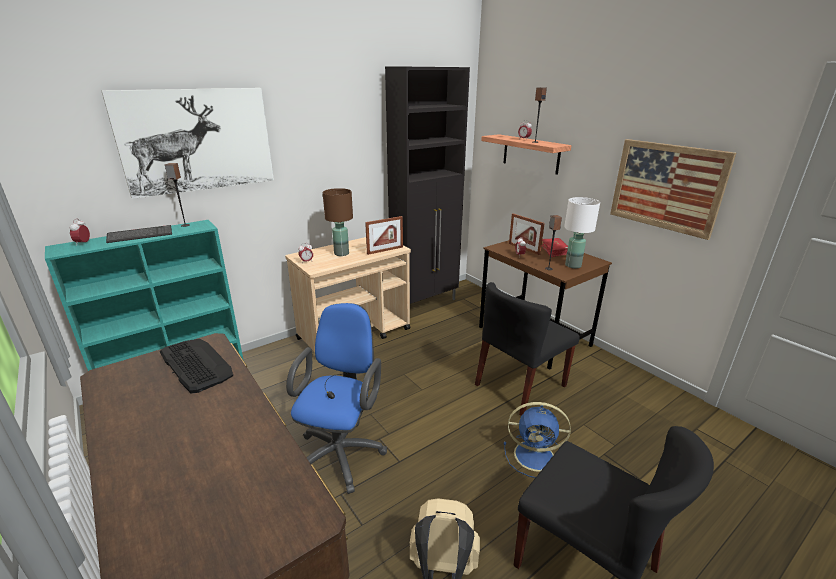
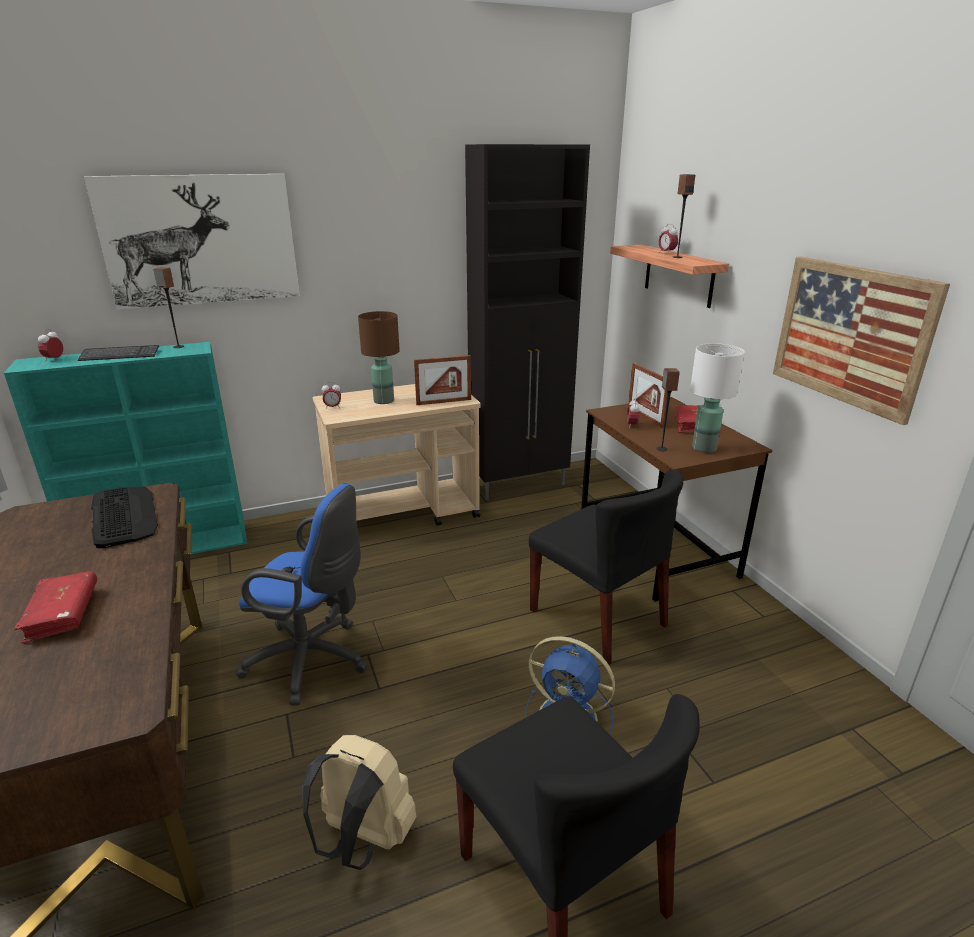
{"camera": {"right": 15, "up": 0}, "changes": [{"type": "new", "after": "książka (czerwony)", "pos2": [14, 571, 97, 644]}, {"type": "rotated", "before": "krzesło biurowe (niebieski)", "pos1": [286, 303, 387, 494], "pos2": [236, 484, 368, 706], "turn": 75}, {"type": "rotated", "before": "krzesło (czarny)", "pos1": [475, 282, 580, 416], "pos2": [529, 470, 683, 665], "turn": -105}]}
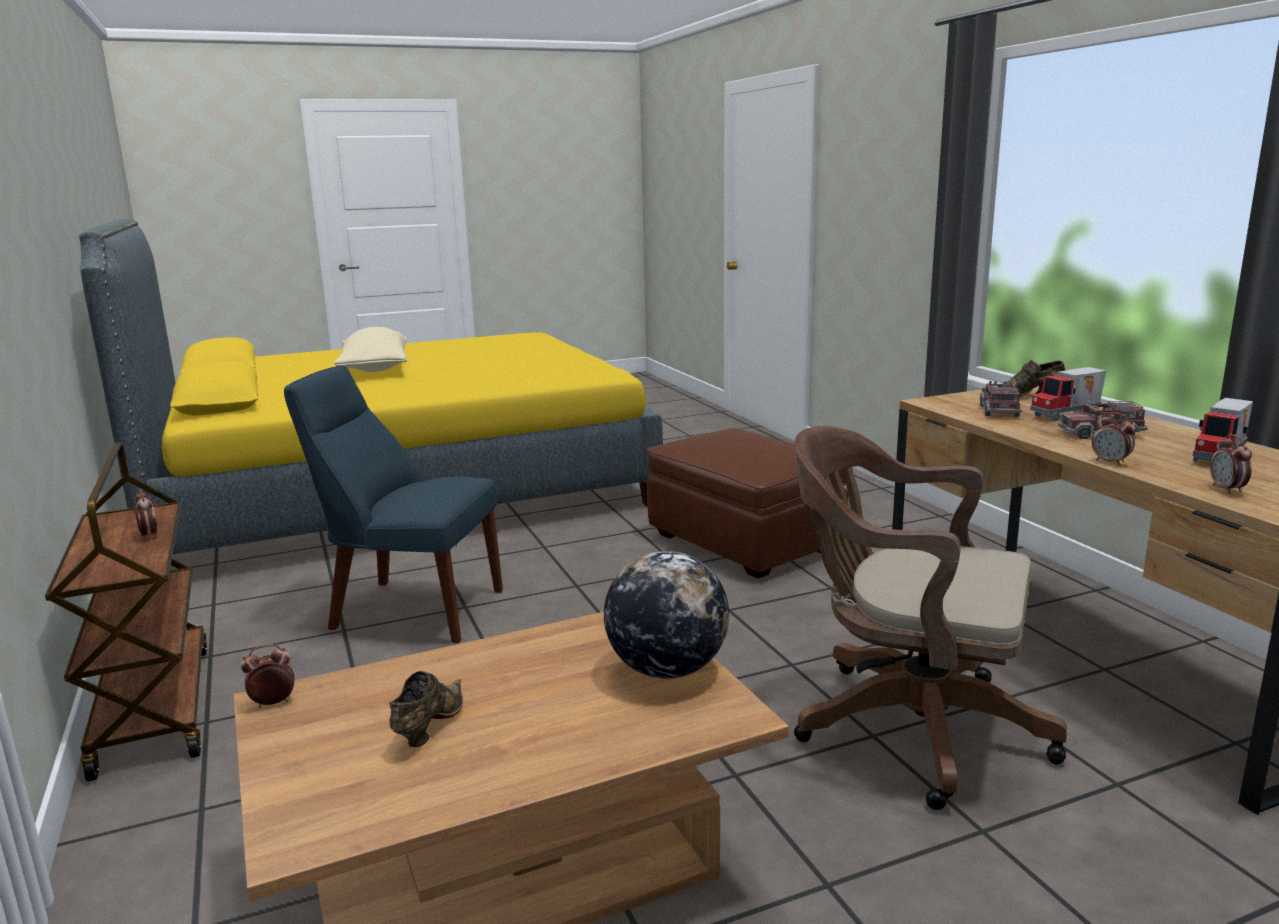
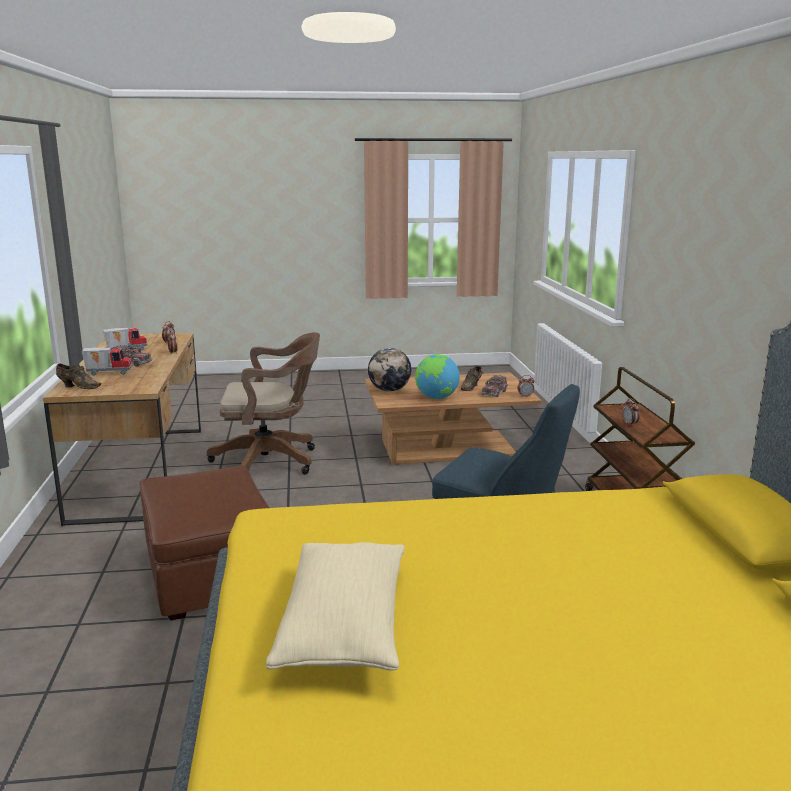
{"camera": {"right": -165, "up": 0}, "changes": [{"type": "new", "after": "globus", "pos2": [415, 354, 460, 399]}, {"type": "shifted", "before": "poduszka (beżowy)", "pos1": [334, 327, 407, 372], "pos2": [266, 542, 405, 670]}, {"type": "shifted", "before": "ciężarówka zabawkowa", "pos1": [980, 381, 1022, 417], "pos2": [481, 375, 508, 397]}, {"type": "rotated", "before": "krzesło biurowe (brązowy)", "pos1": [794, 426, 1067, 810], "pos2": [207, 332, 320, 474], "turn": -45}]}
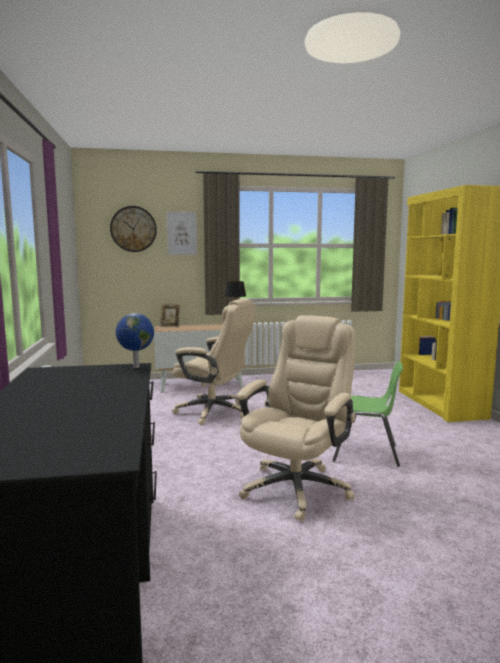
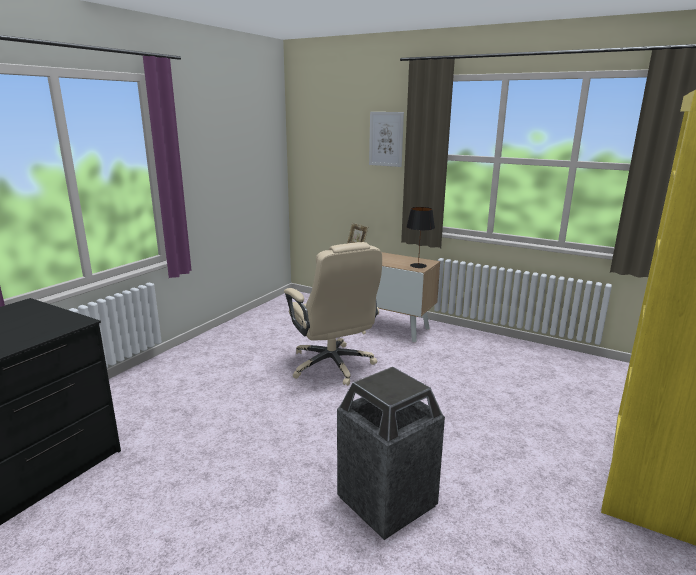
{"camera": {"right": 40, "up": 10}, "changes": [{"type": "gone", "before": "zegar ścienny", "pos1": [110, 206, 157, 252]}, {"type": "gone", "before": "globus", "pos1": [116, 313, 154, 368]}, {"type": "gone", "before": "krzesło biurowe (beżowy)", "pos1": [237, 315, 356, 521]}, {"type": "swapped", "before": "krzesło (zielony)", "after": "kosz na śmieci", "pos1": [333, 361, 403, 467], "pos2": [337, 367, 445, 540]}]}
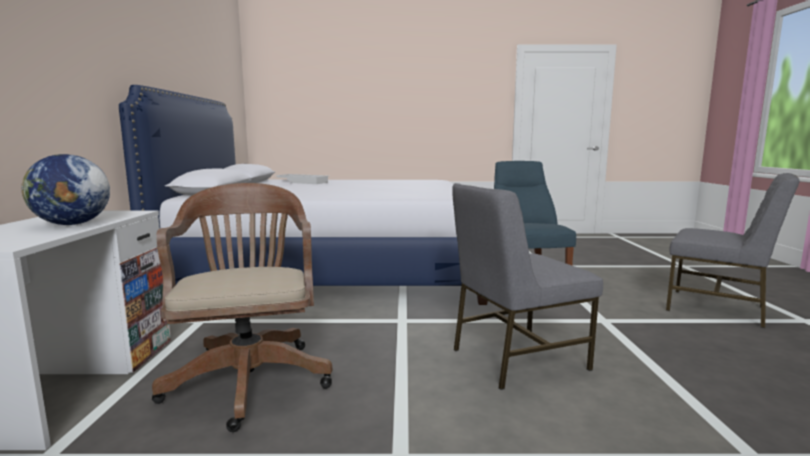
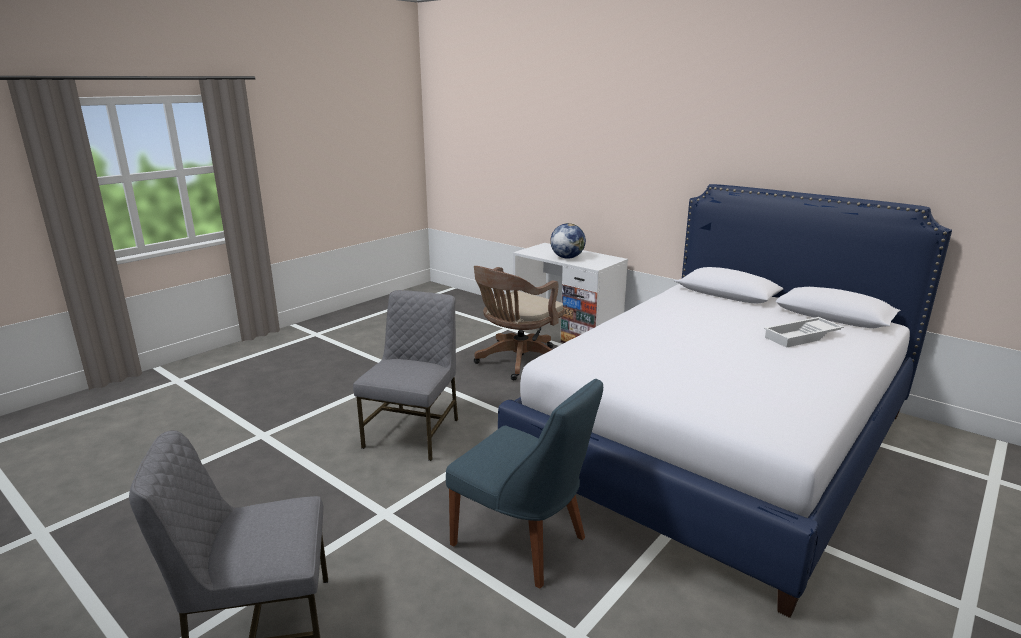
{"camera": {"right": 130, "up": 10}, "changes": [{"type": "rotated", "before": "krzesło biurowe (brązowy)", "pos1": [152, 183, 332, 432], "pos2": [474, 266, 565, 380], "turn": 105}]}
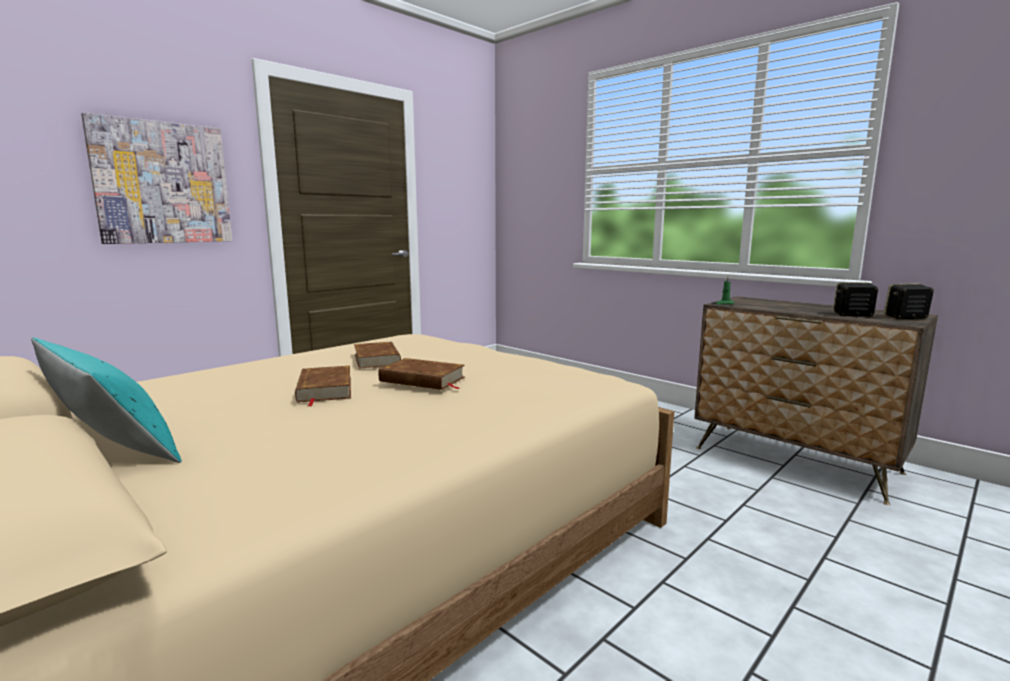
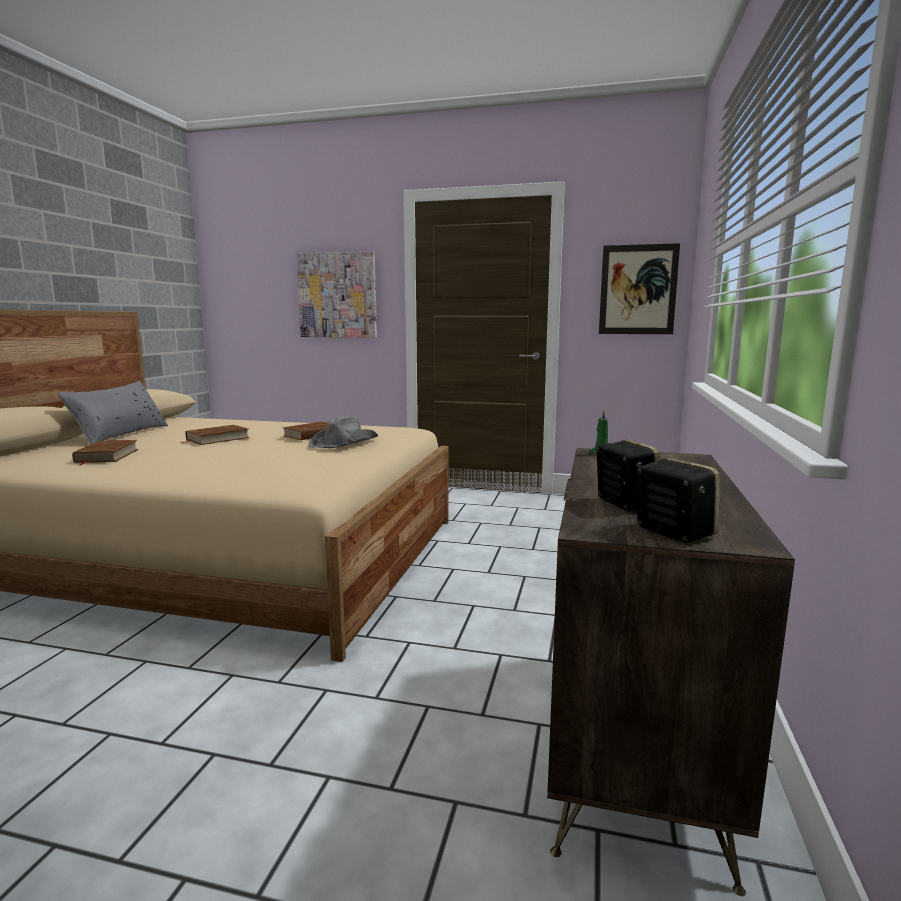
{"camera": {"right": 60, "up": 0}, "changes": [{"type": "new", "after": "kapelusz (szary)", "pos2": [308, 417, 378, 448]}, {"type": "new", "after": "obraz", "pos2": [599, 243, 680, 334]}, {"type": "shifted", "before": "książka (brązowy)", "pos1": [379, 358, 465, 390], "pos2": [72, 440, 138, 465]}, {"type": "repainted", "before": "poduszka (turkusowy)", "after": "poduszka (szary)", "pos1": [31, 338, 182, 463], "pos2": [57, 381, 168, 445]}]}
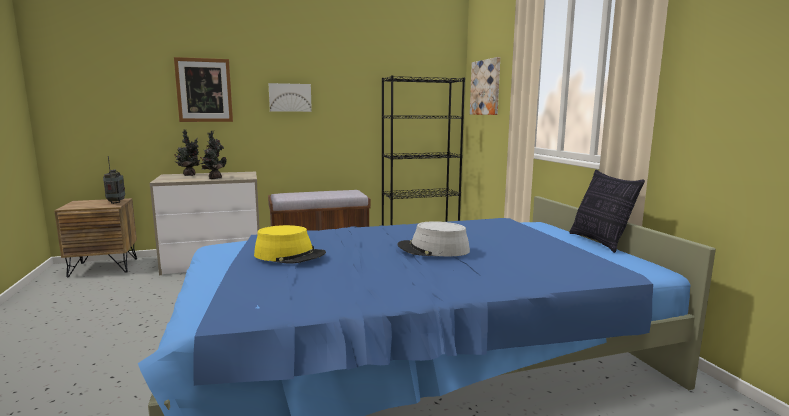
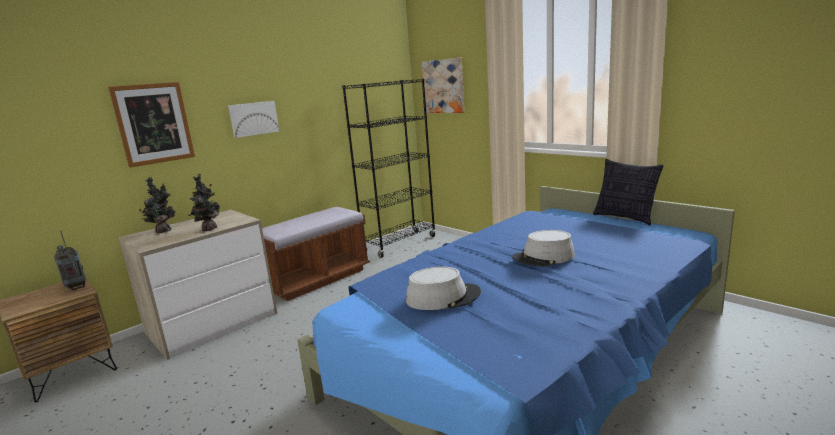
{"camera": {"right": -25, "up": 5}, "changes": [{"type": "repainted", "before": "kapelusz (żółty)", "after": "kapelusz (szary)", "pos1": [254, 225, 326, 264], "pos2": [406, 267, 481, 310]}]}
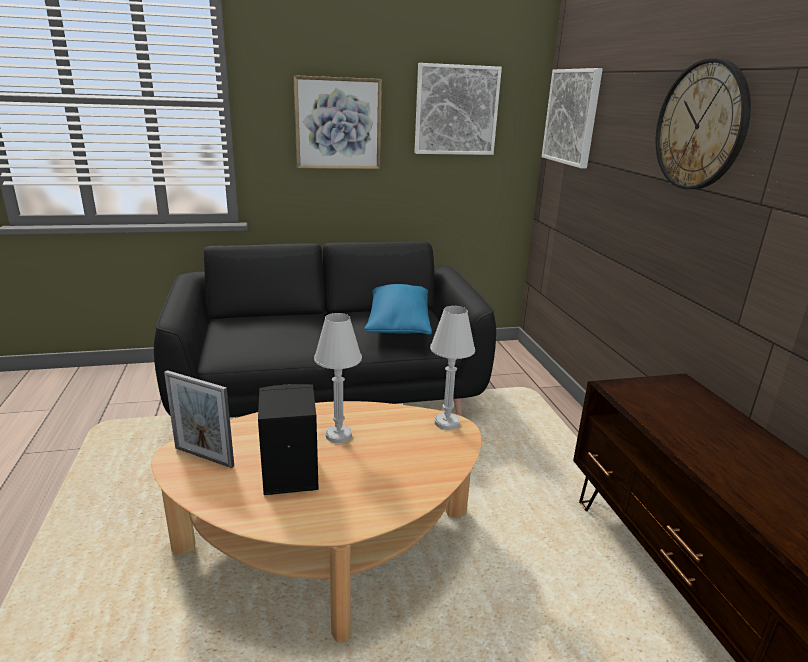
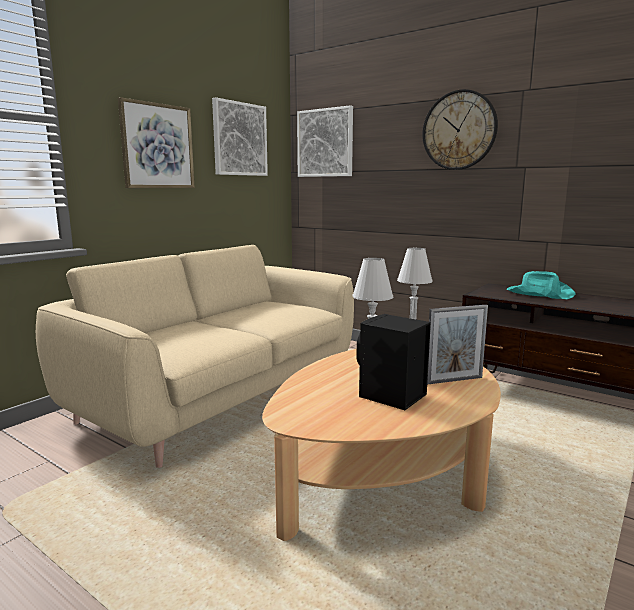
{"camera": {"right": -40, "up": -10}, "changes": [{"type": "gone", "before": "poduszka (niebieski)", "pos1": [364, 284, 432, 335]}, {"type": "new", "after": "kapelusz (turkusowy)", "pos2": [507, 271, 576, 299]}, {"type": "shifted", "before": "ramka na zdjęcie", "pos1": [164, 370, 234, 468], "pos2": [427, 305, 488, 385]}, {"type": "repainted", "before": "kanapa (czarny)", "after": "kanapa (beżowy)", "pos1": [154, 242, 496, 417], "pos2": [36, 245, 354, 468]}]}
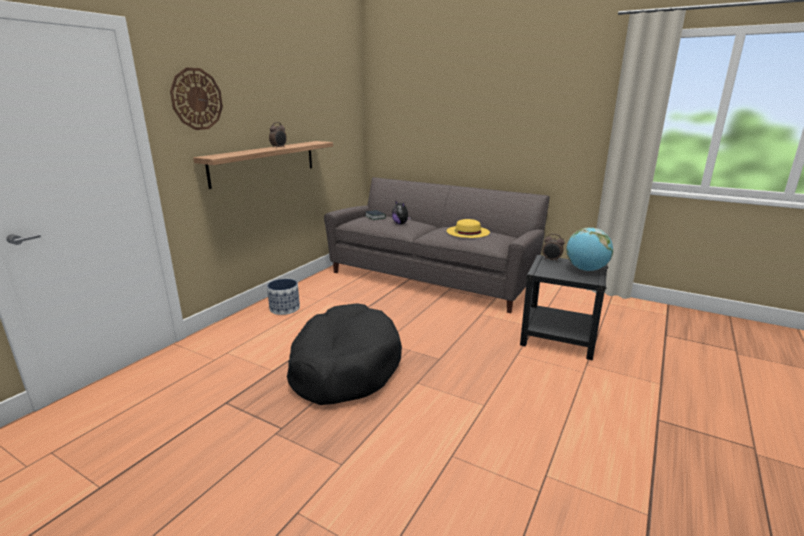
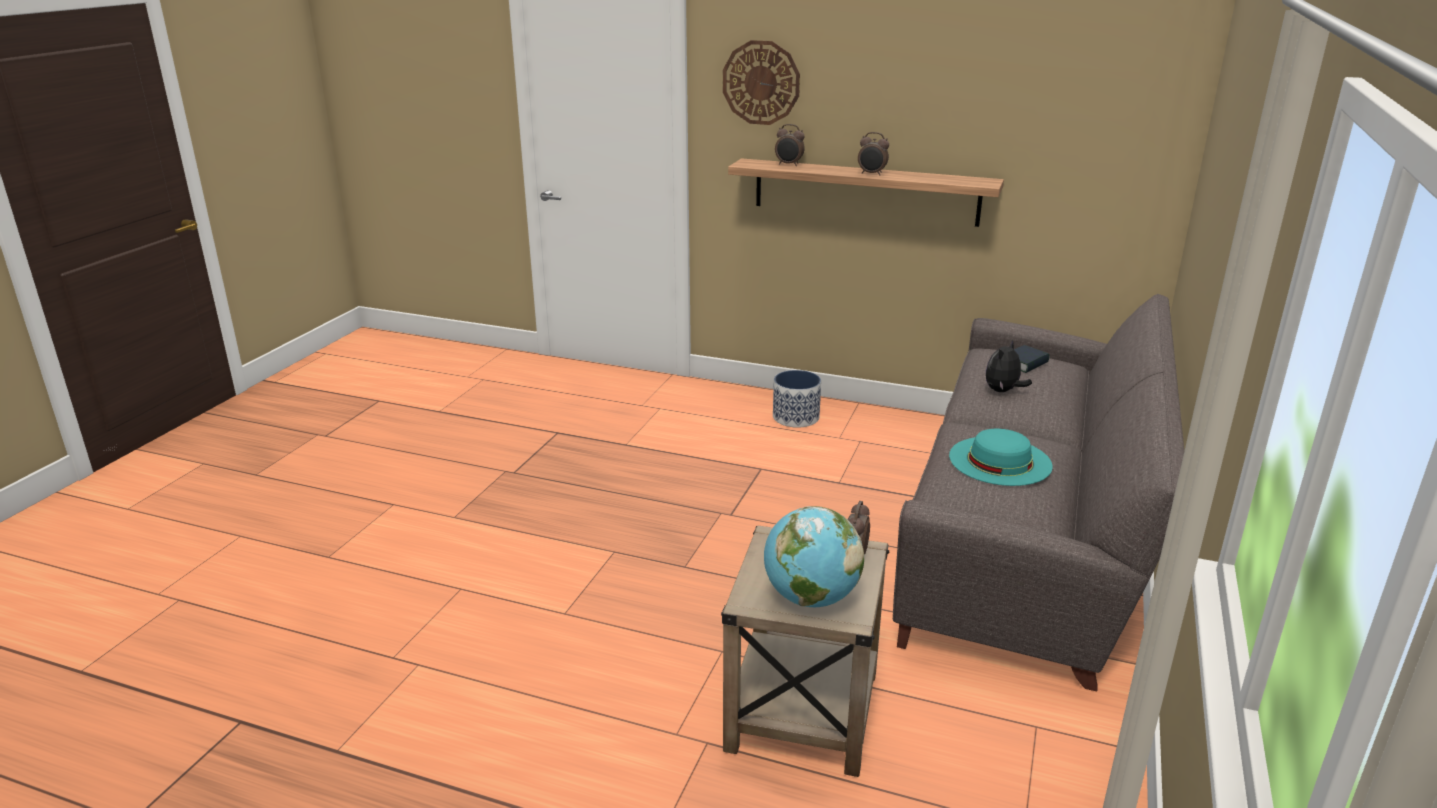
{"camera": {"right": 80, "up": 5}, "changes": [{"type": "gone", "before": "legowisko (czarny)", "pos1": [287, 303, 402, 405]}, {"type": "new", "after": "budzik", "pos2": [775, 124, 805, 166]}, {"type": "repainted", "before": "kapelusz (żółty)", "after": "kapelusz (turkusowy)", "pos1": [447, 219, 490, 238], "pos2": [949, 429, 1053, 486]}, {"type": "repainted", "before": "stolik (czarny)", "after": "stolik (beżowy)", "pos1": [520, 255, 608, 360], "pos2": [721, 526, 889, 777]}]}
